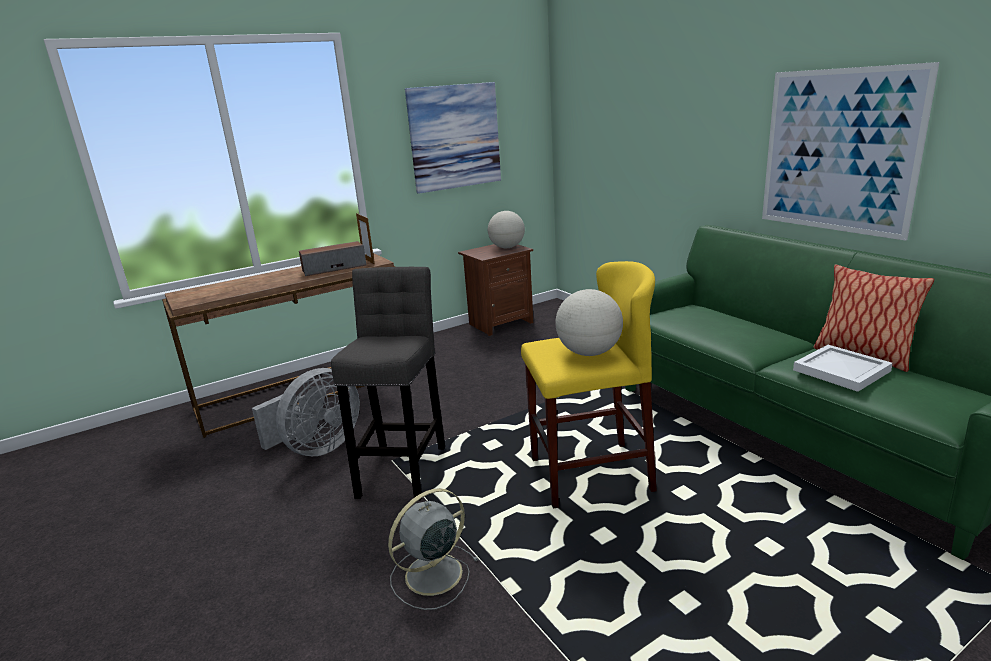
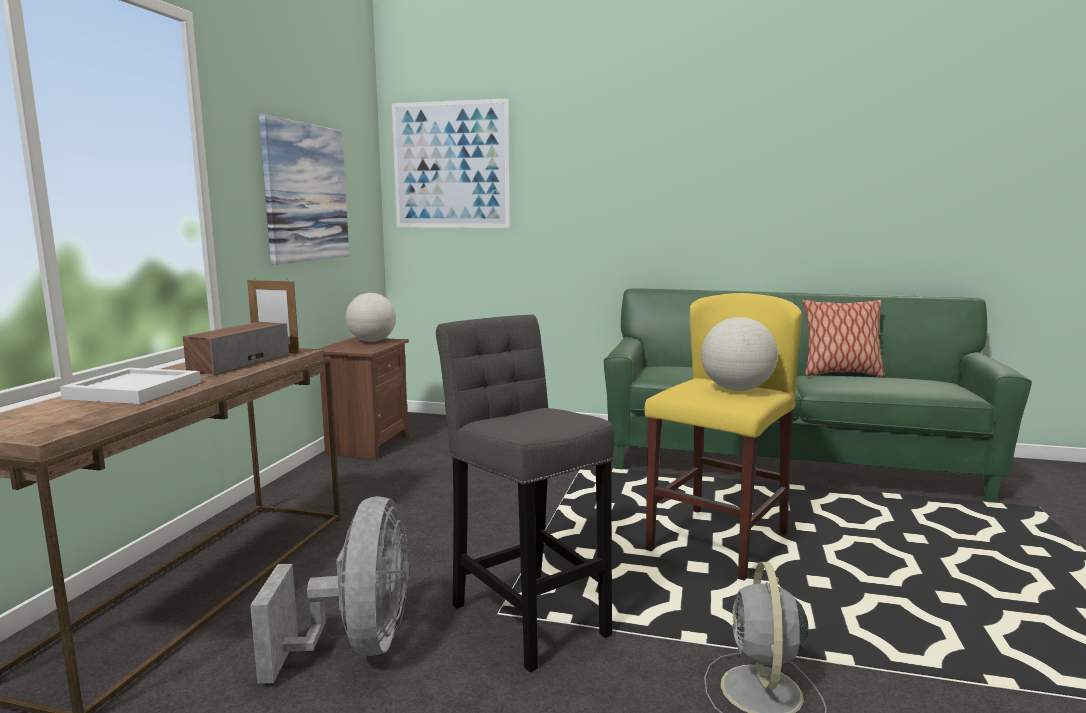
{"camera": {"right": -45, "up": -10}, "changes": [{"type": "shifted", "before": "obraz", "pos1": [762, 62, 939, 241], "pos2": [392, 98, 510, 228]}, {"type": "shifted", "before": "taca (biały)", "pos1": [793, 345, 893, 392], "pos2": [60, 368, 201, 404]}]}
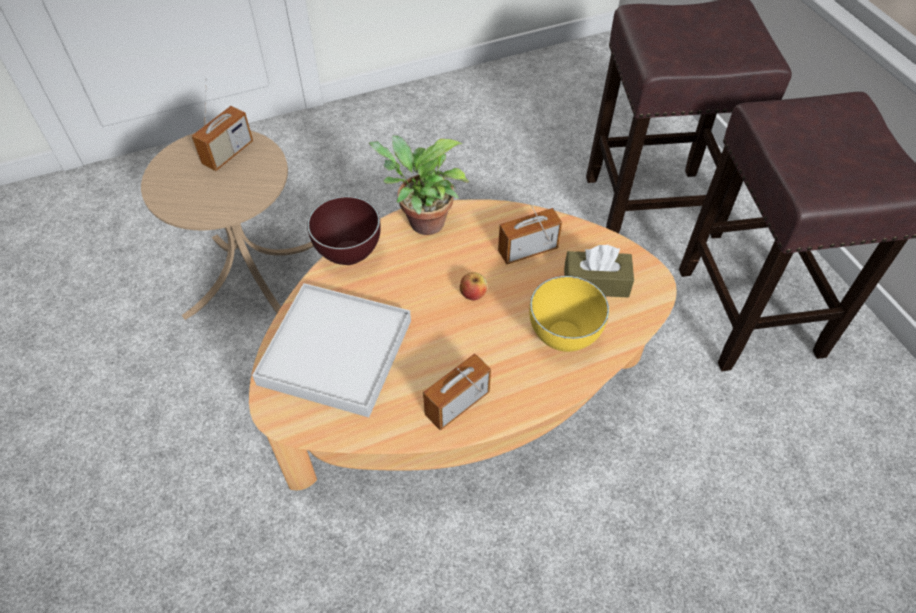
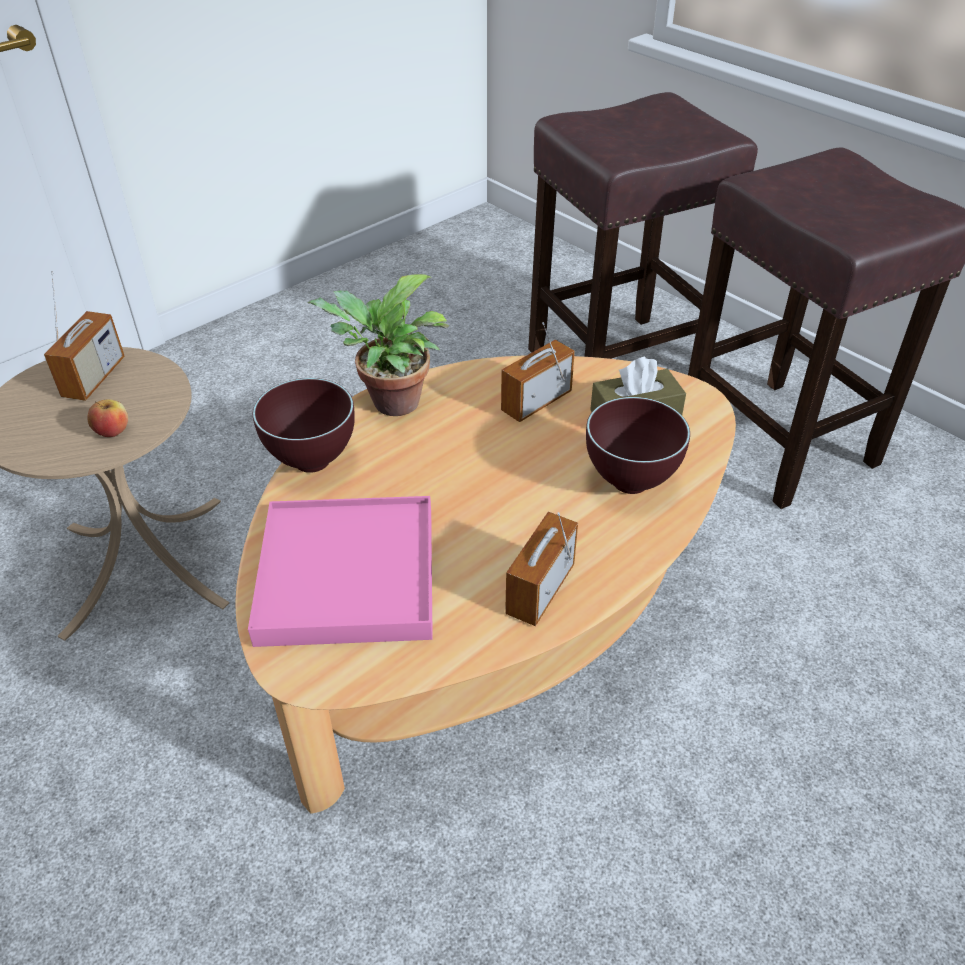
{"camera": {"right": -20, "up": -10}, "changes": [{"type": "shifted", "before": "jabłko", "pos1": [460, 272, 488, 301], "pos2": [87, 399, 128, 437]}, {"type": "repainted", "before": "taca (biały)", "after": "taca (różowy)", "pos1": [252, 283, 411, 417], "pos2": [248, 496, 433, 647]}, {"type": "repainted", "before": "miska (żółty)", "after": "miska (brązowy)", "pos1": [529, 276, 609, 352], "pos2": [586, 397, 690, 494]}]}
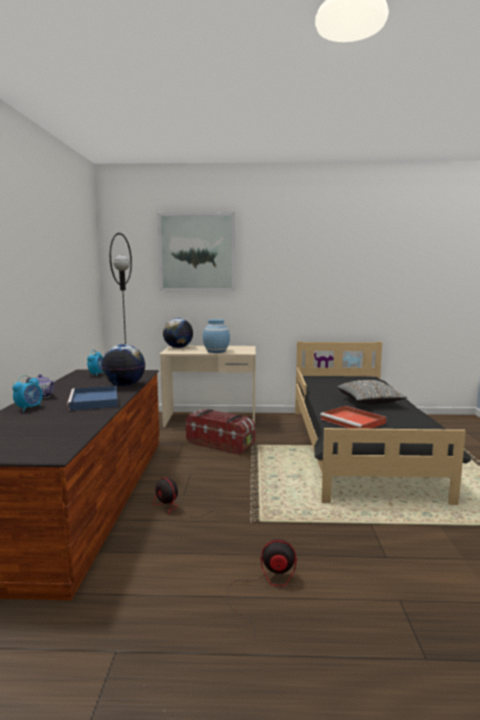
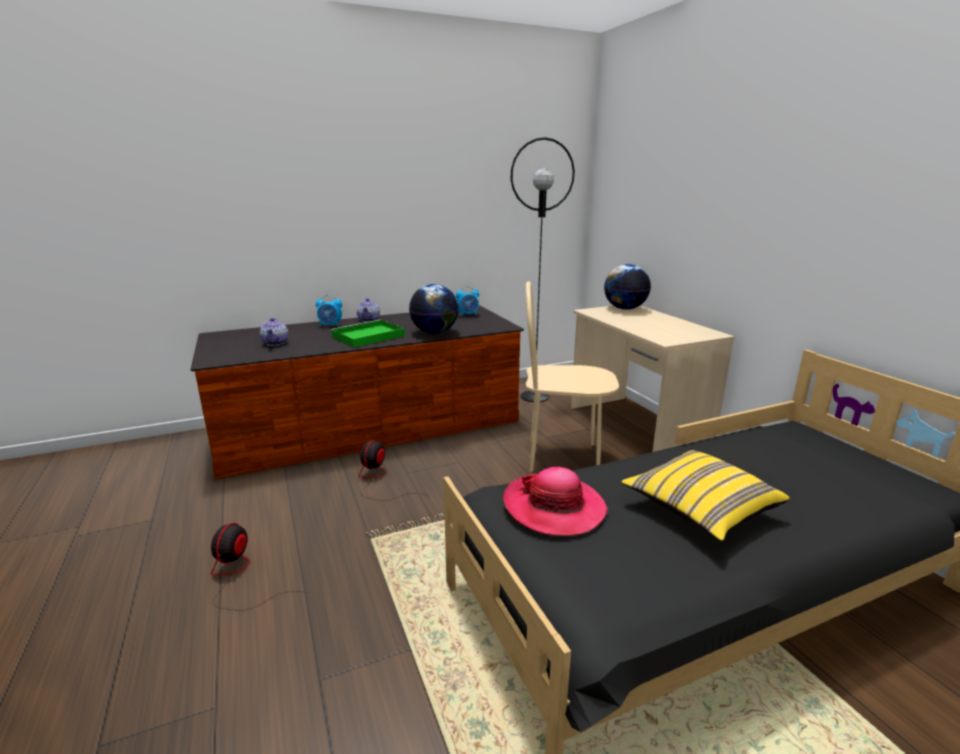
{"camera": {"right": 65, "up": 10}, "changes": [{"type": "gone", "before": "obraz", "pos1": [157, 212, 235, 291]}, {"type": "gone", "before": "wazon (niebieski)", "pos1": [203, 319, 230, 353]}, {"type": "new", "after": "imbryk", "pos2": [260, 318, 288, 346]}, {"type": "swapped", "before": "pojemnik do przechowywania", "after": "krzesło (beżowy)", "pos1": [186, 409, 255, 455], "pos2": [526, 281, 619, 472]}, {"type": "swapped", "before": "taca (czerwony)", "after": "kapelusz", "pos1": [320, 406, 386, 429], "pos2": [503, 467, 608, 536]}, {"type": "repainted", "before": "taca (niebieski)", "after": "taca (zielony)", "pos1": [67, 386, 118, 410], "pos2": [331, 319, 405, 347]}, {"type": "repainted", "before": "poduszka (szary)", "after": "poduszka (żółty)", "pos1": [337, 380, 407, 404], "pos2": [621, 450, 790, 542]}, {"type": "rotated", "before": "wentylator", "pos1": [227, 539, 297, 636], "pos2": [211, 523, 306, 611], "turn": -150}]}
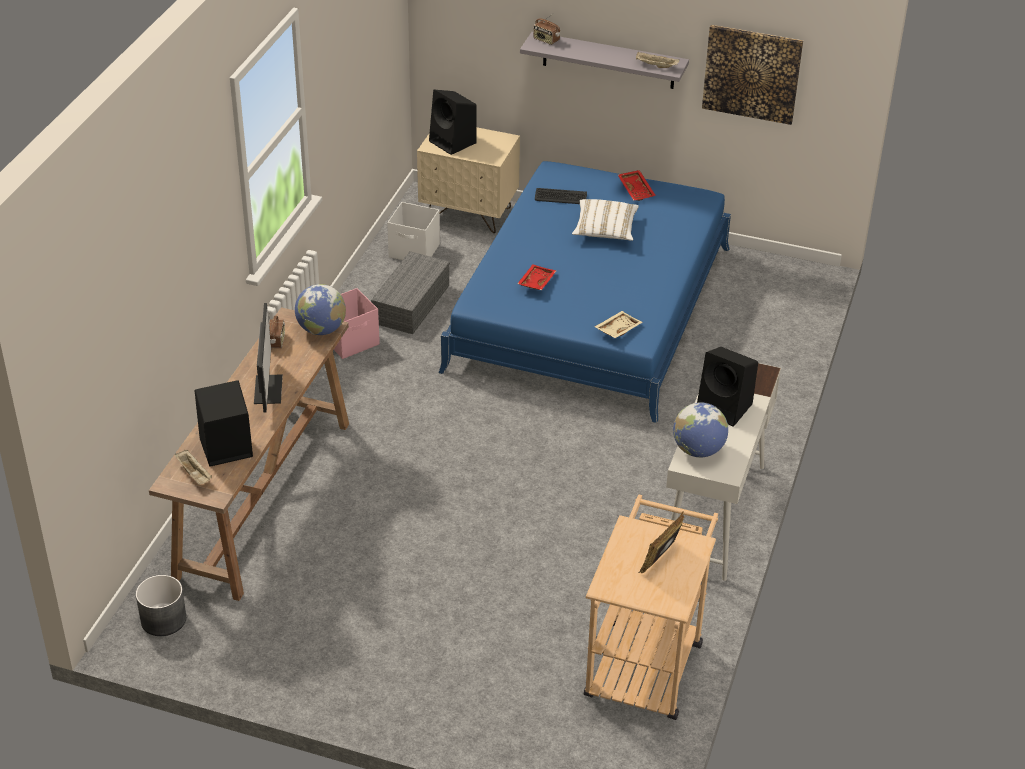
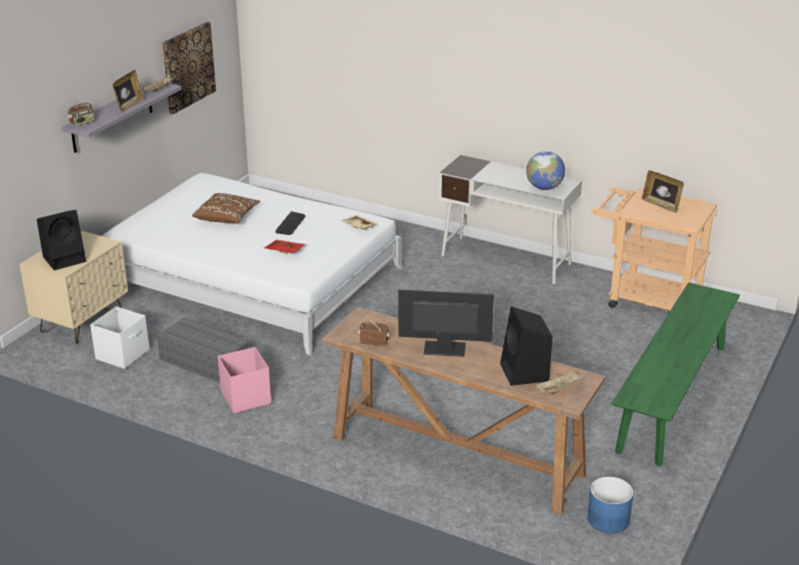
{"camera": {"right": -80, "up": -10}, "changes": [{"type": "gone", "before": "globus", "pos1": [295, 284, 346, 335]}, {"type": "gone", "before": "taca (czerwony)", "pos1": [618, 170, 656, 201]}, {"type": "gone", "before": "głośnik (czarny)", "pos1": [697, 347, 758, 427]}, {"type": "new", "after": "ramka na zdjęcie", "pos2": [113, 70, 145, 113]}, {"type": "new", "after": "ławka (zielony)", "pos2": [612, 282, 740, 467]}, {"type": "shifted", "before": "klawiatura", "pos1": [535, 188, 587, 204], "pos2": [276, 212, 305, 235]}, {"type": "repainted", "before": "donica (szary)", "after": "donica (niebieski)", "pos1": [136, 575, 186, 636], "pos2": [588, 477, 633, 533]}, {"type": "repainted", "before": "łóżko (niebieski)", "after": "łóżko (biały)", "pos1": [438, 161, 731, 423], "pos2": [102, 173, 404, 355]}, {"type": "repainted", "before": "poduszka (biały)", "after": "poduszka (brązowy)", "pos1": [572, 199, 639, 241], "pos2": [192, 193, 260, 224]}]}
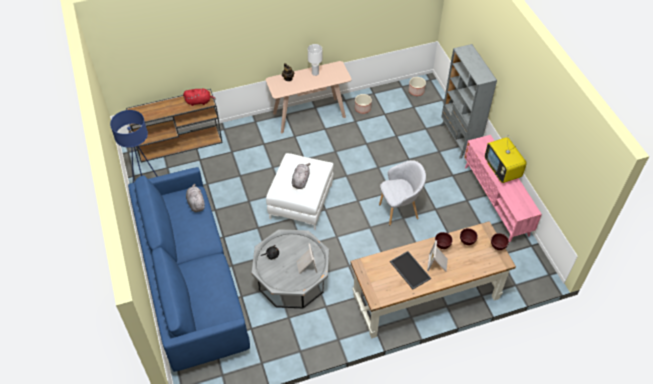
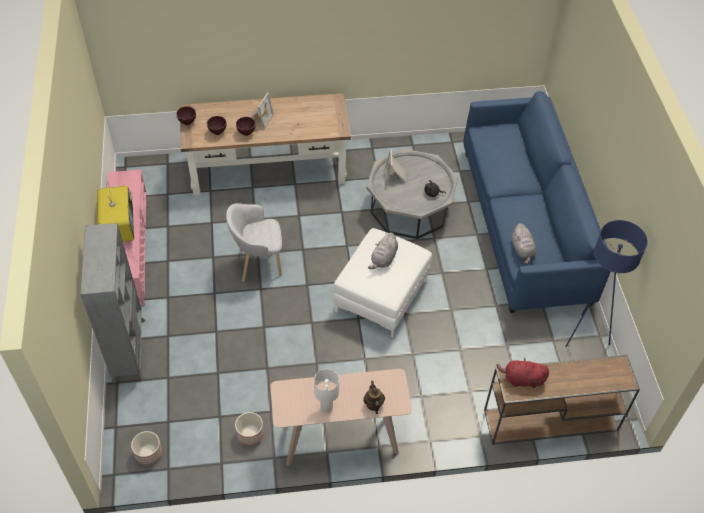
{"camera": {"right": -170, "up": 0}, "changes": [{"type": "gone", "before": "taca", "pos1": [390, 251, 431, 290]}]}
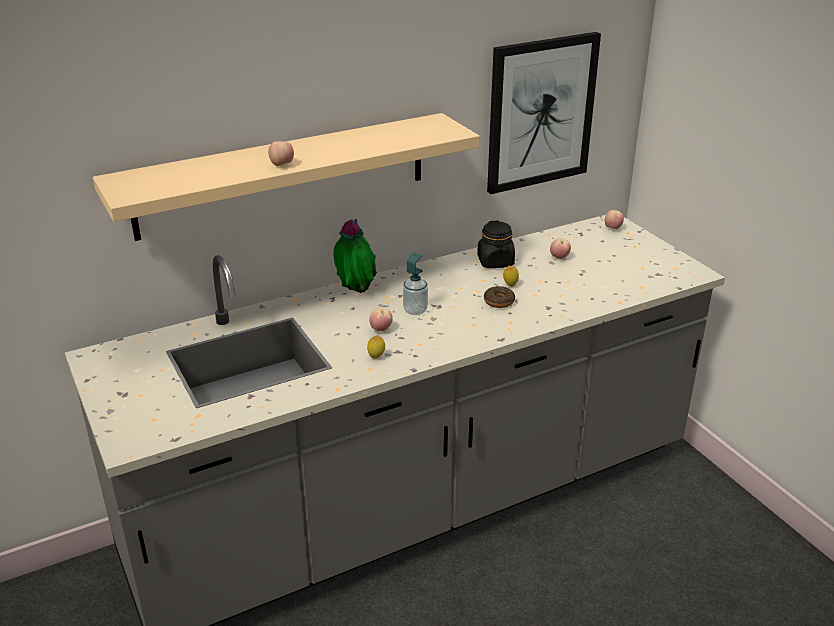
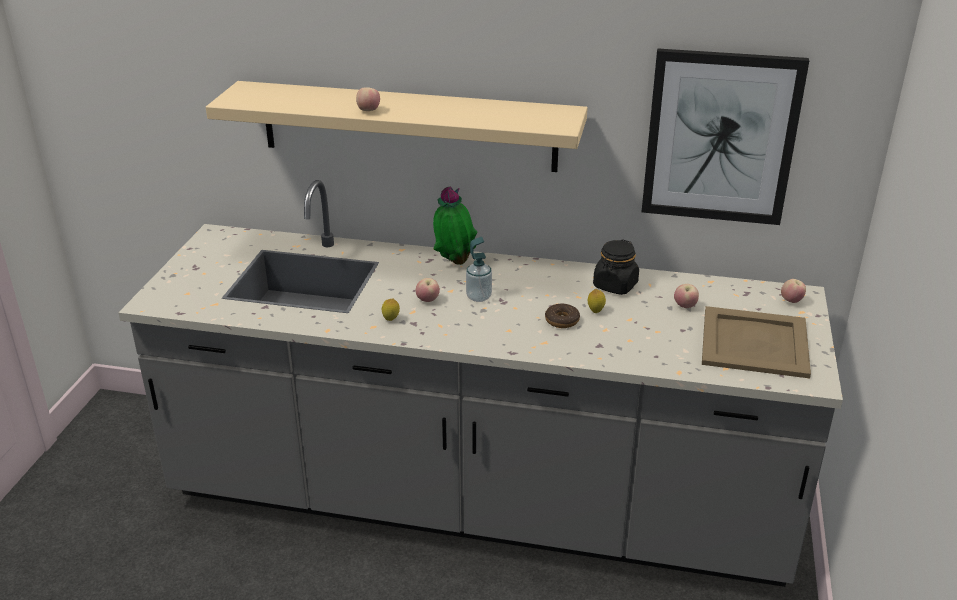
{"camera": {"right": 40, "up": 0}, "changes": [{"type": "new", "after": "taca (beżowy)", "pos2": [702, 306, 811, 378]}]}
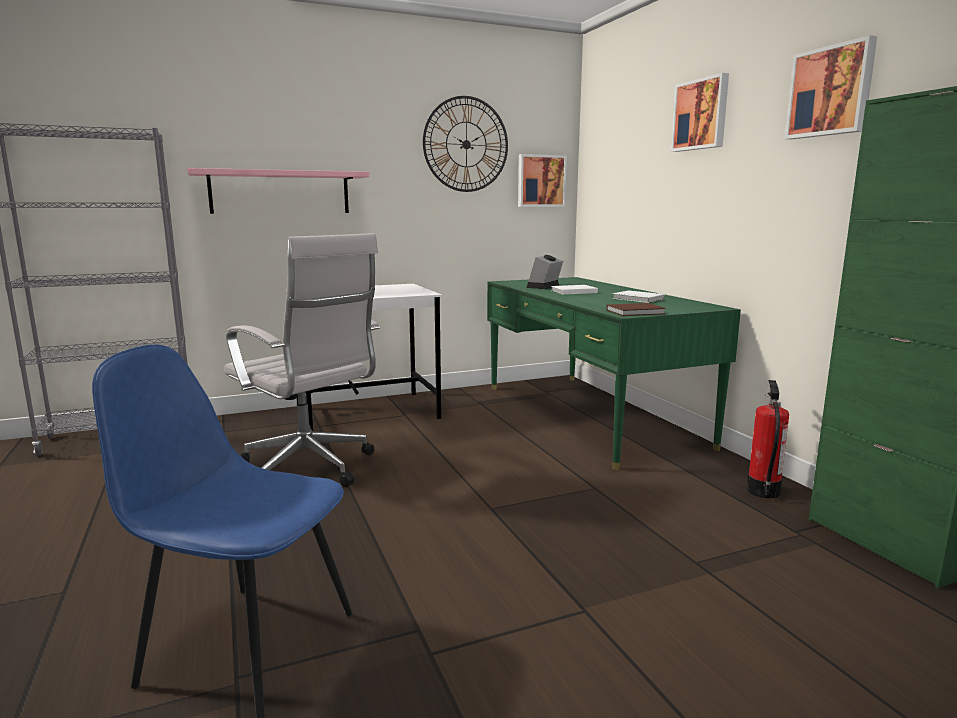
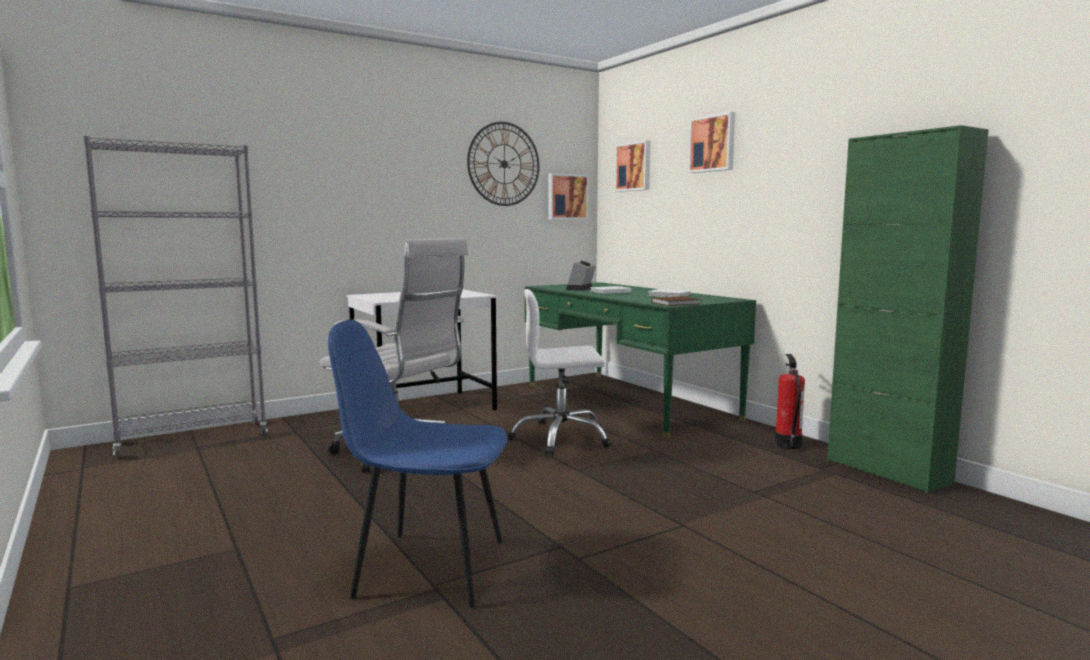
{"camera": {"right": -10, "up": -5}, "changes": [{"type": "gone", "before": "półka (różowy)", "pos1": [187, 168, 370, 214]}, {"type": "new", "after": "krzesło biurowe (biały)", "pos2": [507, 289, 612, 455]}, {"type": "shifted", "before": "obraz", "pos1": [784, 35, 877, 140], "pos2": [615, 140, 650, 192]}]}
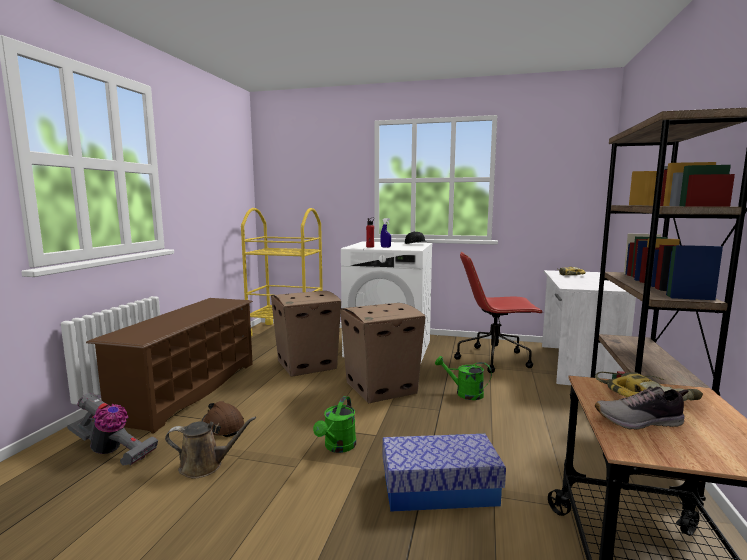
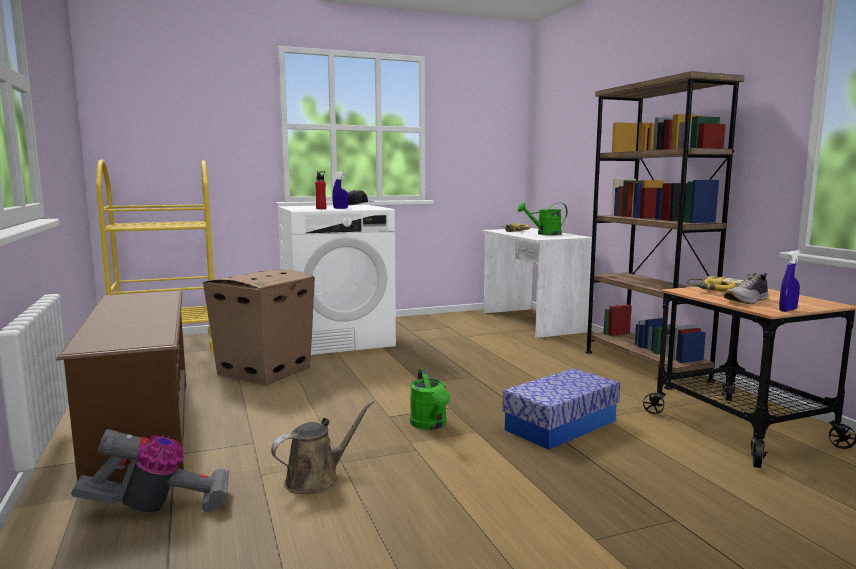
{"camera": {"right": -35, "up": 0}, "changes": [{"type": "gone", "before": "kask (brązowy)", "pos1": [202, 401, 244, 437]}, {"type": "gone", "before": "karton", "pos1": [340, 303, 425, 403]}, {"type": "gone", "before": "krzesło biurowe (czerwony)", "pos1": [454, 252, 543, 373]}, {"type": "new", "after": "spryskiwacz (niebieski)", "pos2": [779, 250, 801, 312]}, {"type": "shifted", "before": "konewka (zielony)", "pos1": [435, 356, 492, 400], "pos2": [518, 202, 568, 235]}]}
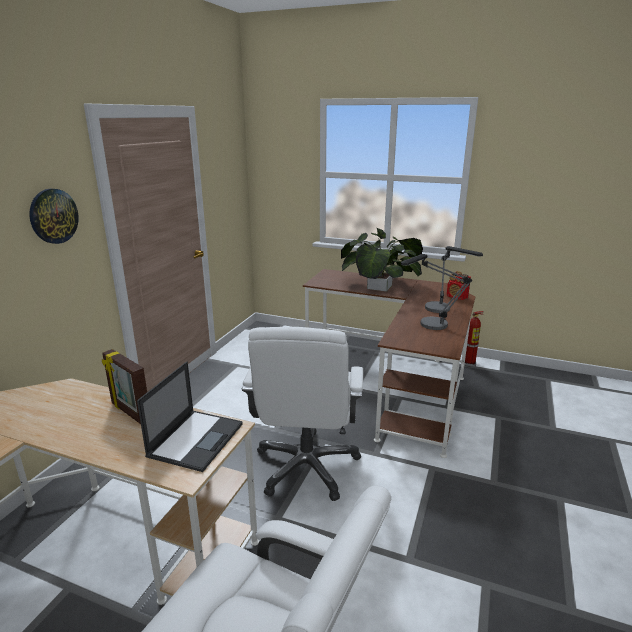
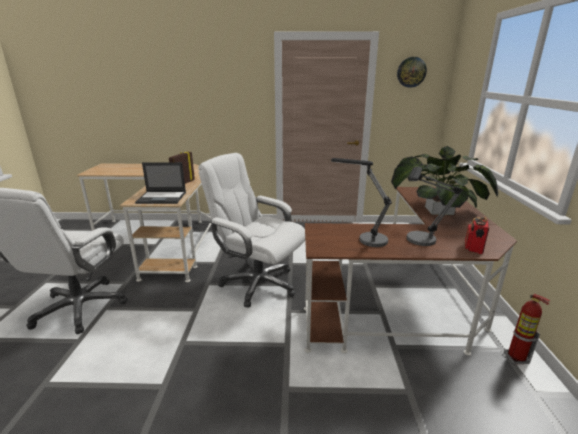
{"camera": {"right": 70, "up": 0}, "changes": [{"type": "shifted", "before": "zegar ścienny", "pos1": [29, 189, 79, 244], "pos2": [397, 57, 427, 88]}, {"type": "rotated", "before": "krzesło biurowe (biały)", "pos1": [242, 327, 363, 501], "pos2": [198, 153, 305, 308], "turn": 45}]}
